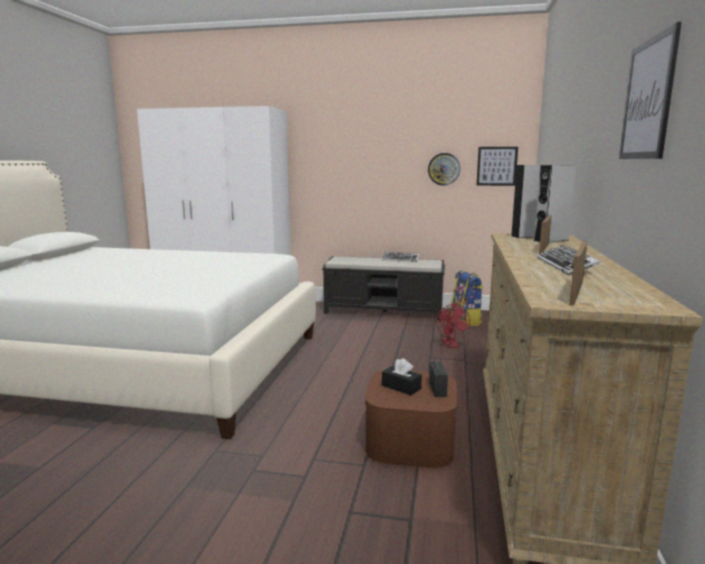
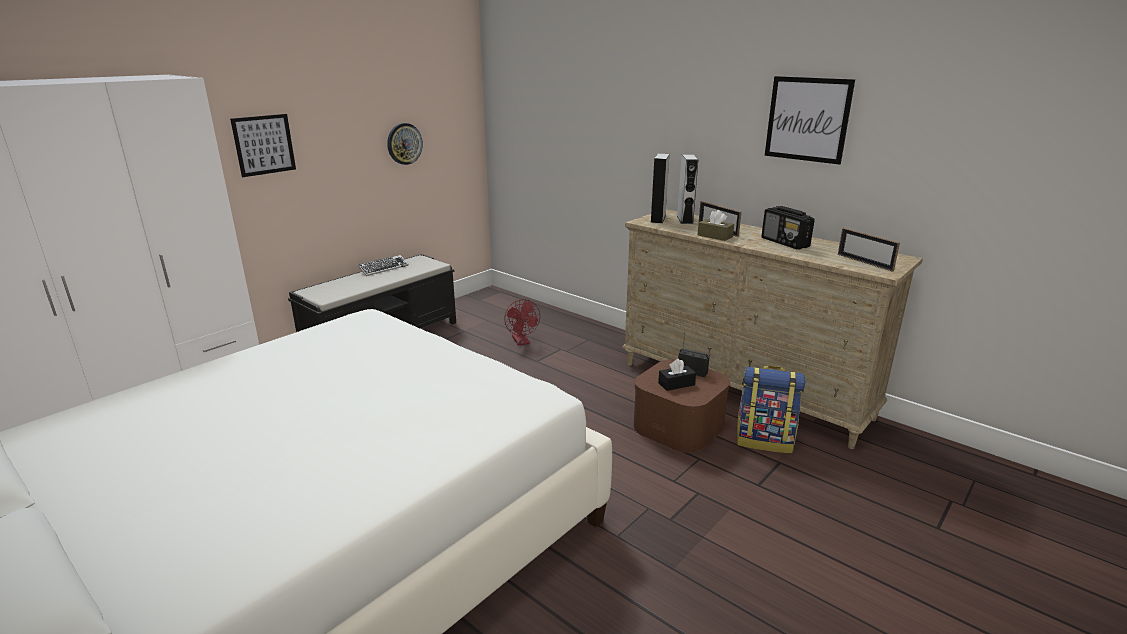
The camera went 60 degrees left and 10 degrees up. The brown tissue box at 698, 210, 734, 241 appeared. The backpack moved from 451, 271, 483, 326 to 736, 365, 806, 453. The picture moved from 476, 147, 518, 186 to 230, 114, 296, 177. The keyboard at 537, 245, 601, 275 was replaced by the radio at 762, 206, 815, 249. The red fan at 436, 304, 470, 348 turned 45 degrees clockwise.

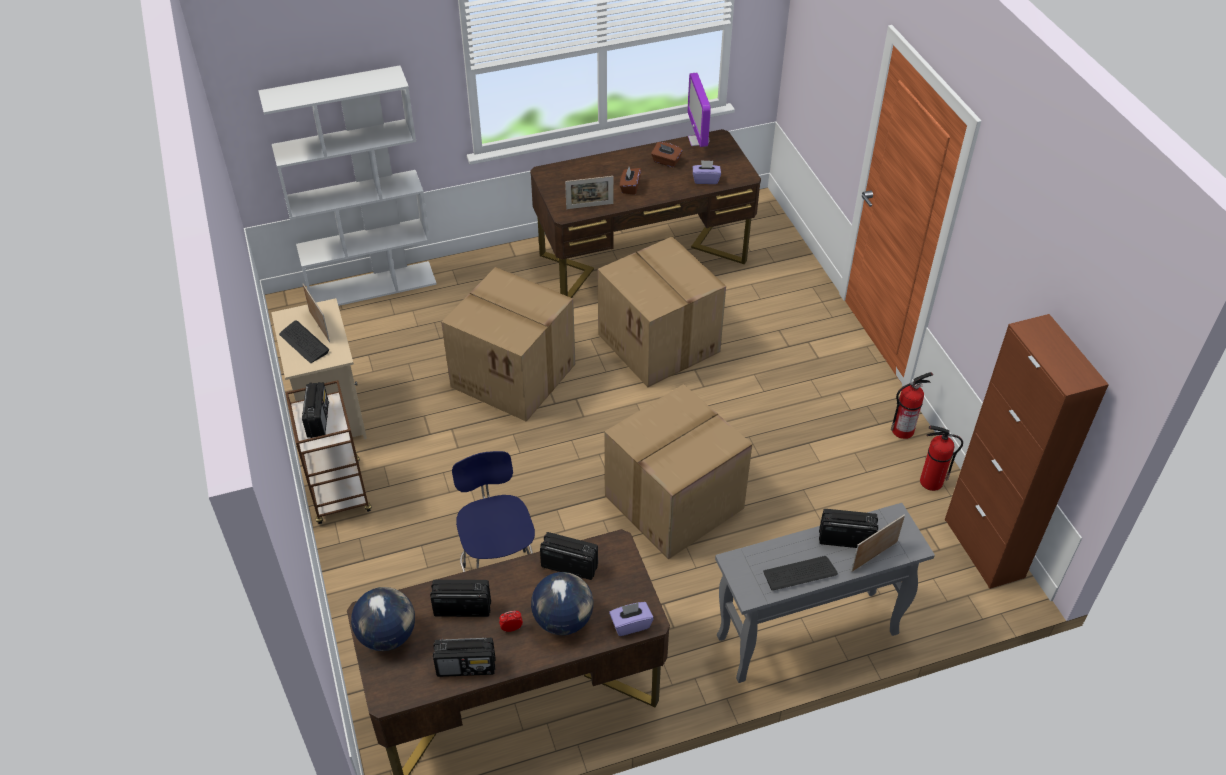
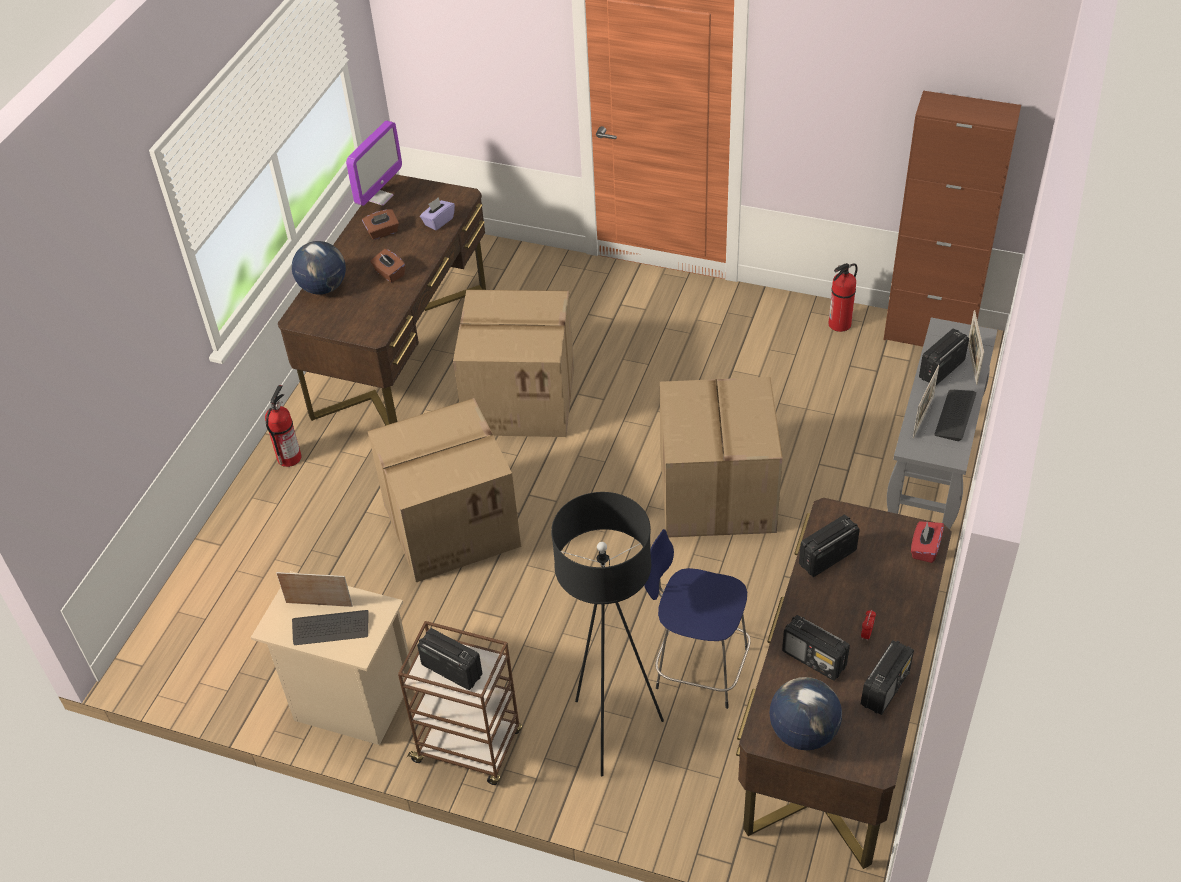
The camera went 50 degrees left and 0 degrees up. The white bookcase at 258, 65, 437, 306 disappeared. The black floor lamp at 551, 492, 664, 776 appeared. The globe moved from 531, 572, 593, 635 to 292, 241, 346, 294. The picture frame moved from 565, 176, 614, 209 to 913, 365, 939, 438. The fire extinguisher moved from 891, 372, 933, 439 to 265, 385, 302, 467. The purple tissue box at 609, 602, 653, 636 became the red tissue box at 911, 521, 944, 563. The radio at 430, 580, 491, 617 turned 90 degrees counterclockwise. The monitor at 688, 73, 711, 147 turned 90 degrees counterclockwise.

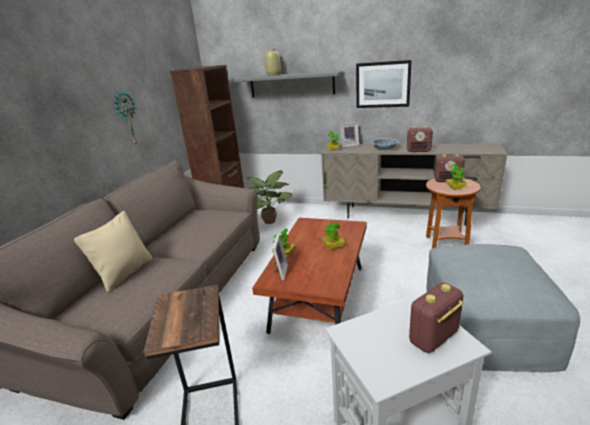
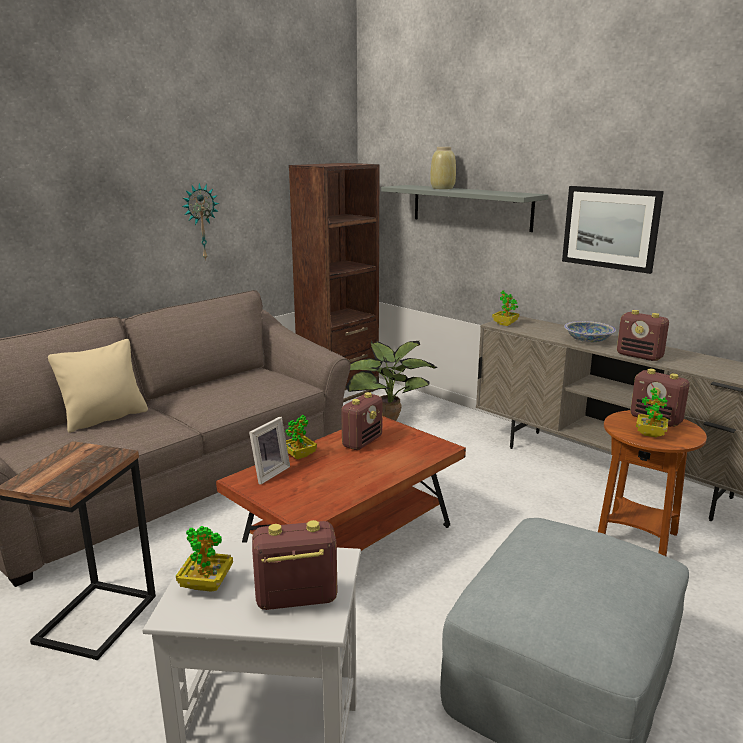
The camera went 25 degrees right and 5 degrees down. The picture frame at 340, 122, 359, 147 disappeared. The radio at 341, 392, 383, 450 appeared. The potted plant moved from 322, 222, 345, 249 to 176, 526, 233, 592.

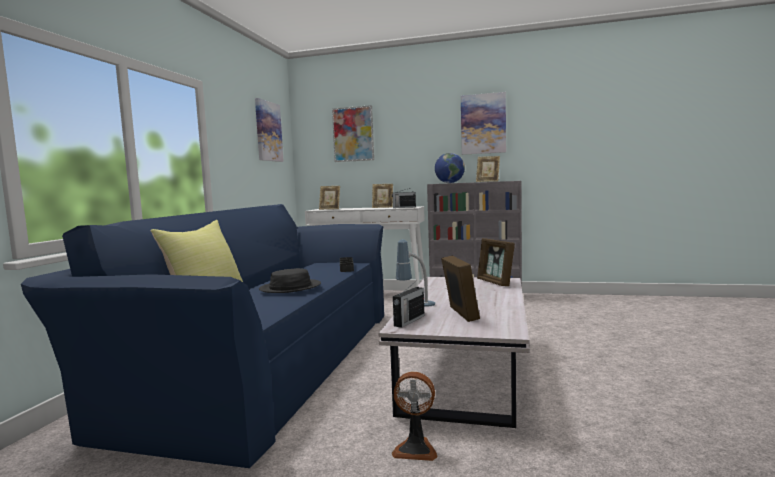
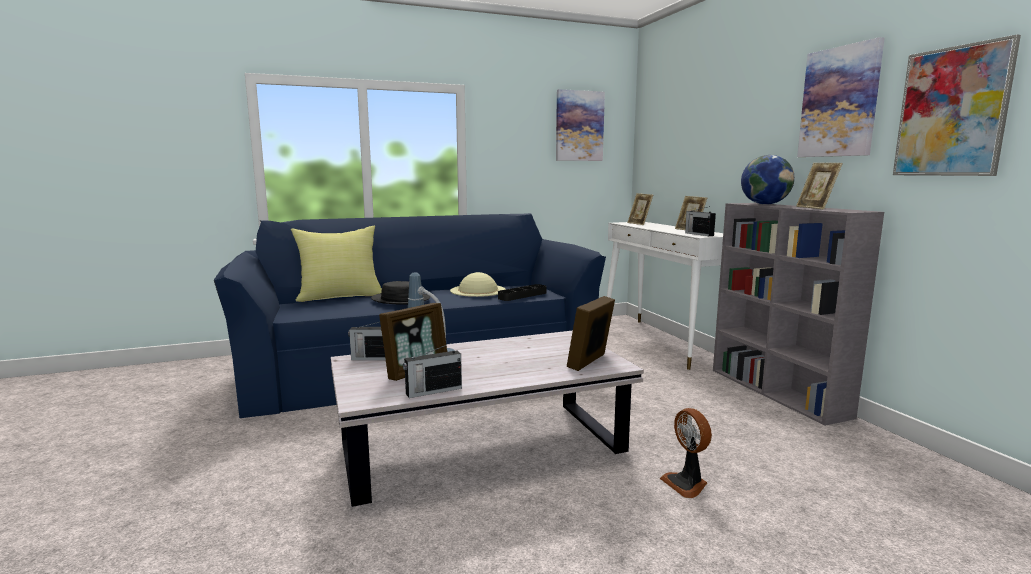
The camera went 55 degrees right and 5 degrees up. The radio at 403, 343, 462, 398 appeared. The beige hat at 450, 272, 506, 297 appeared. The picture moved from 332, 105, 374, 162 to 893, 34, 1021, 176. The fan moved from 392, 372, 437, 461 to 660, 408, 712, 498.

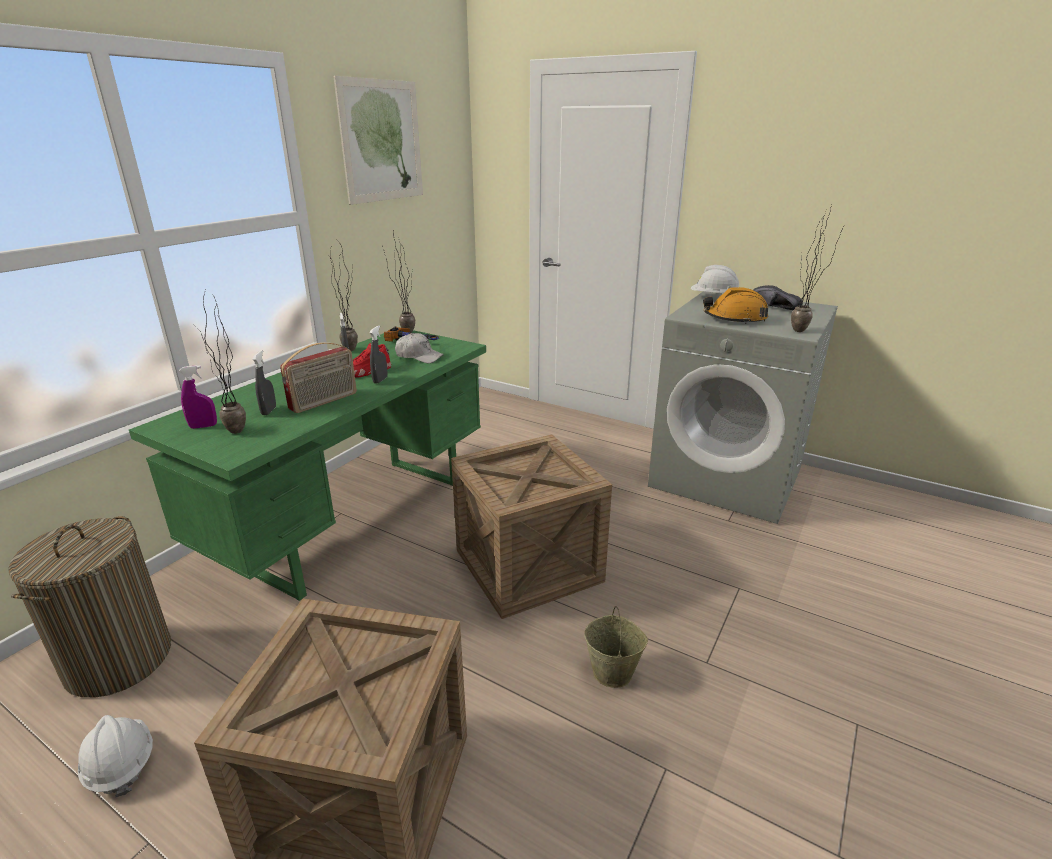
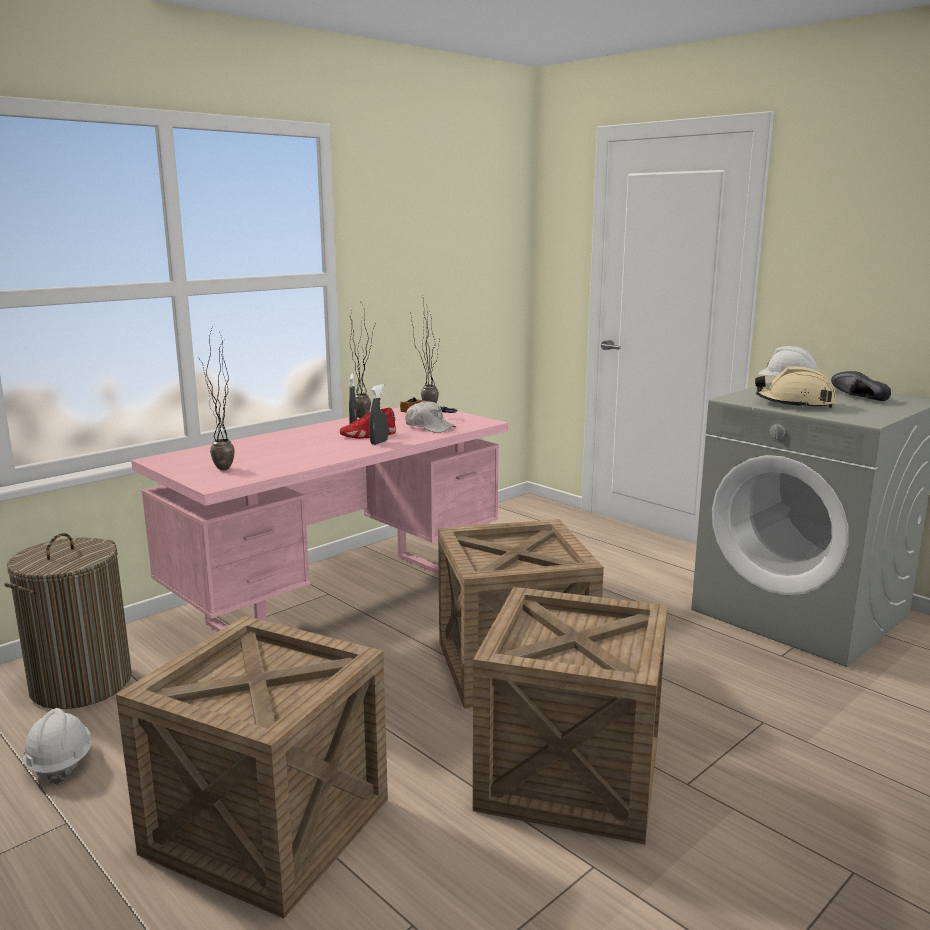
The camera went 15 degrees right and 10 degrees down. The purple spray bottle at 179, 365, 217, 429 disappeared. The grey spray bottle at 252, 350, 276, 415 disappeared. The radio at 280, 342, 357, 413 disappeared. The picture at 334, 76, 423, 205 disappeared. The potted plant at 791, 205, 844, 332 disappeared. The beige bucket at 584, 606, 648, 688 was replaced by the crate at 473, 587, 668, 844. The green desk at 129, 330, 486, 601 became the pink desk at 131, 407, 508, 632. The orange hard hat at 703, 287, 768, 324 became the beige hard hat at 755, 367, 836, 408.

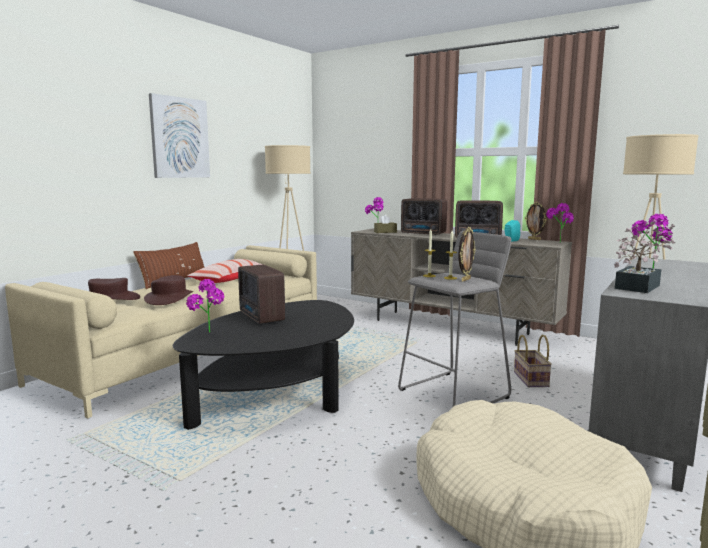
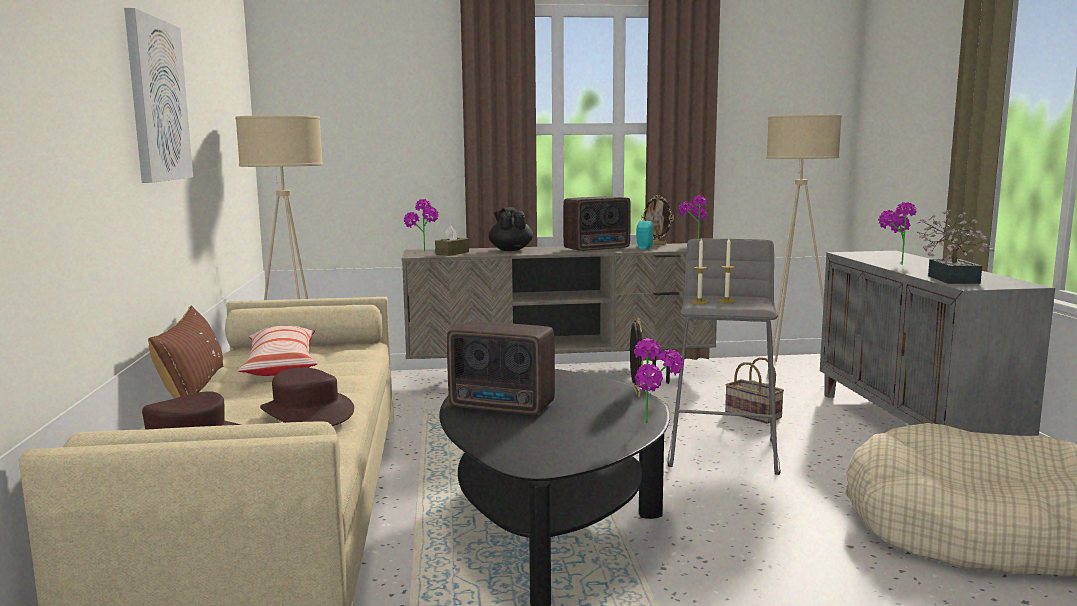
The camera went 40 degrees left and 0 degrees up. The potted plant moved from 186, 279, 224, 333 to 634, 338, 684, 423. The picture frame moved from 459, 227, 476, 282 to 630, 318, 643, 397. The radio at 401, 198, 447, 235 was replaced by the black teapot at 489, 207, 533, 251.

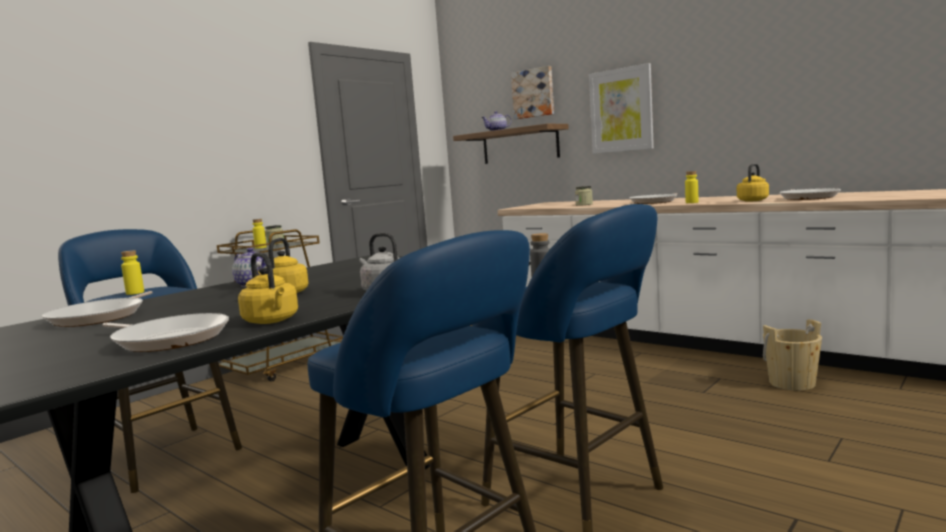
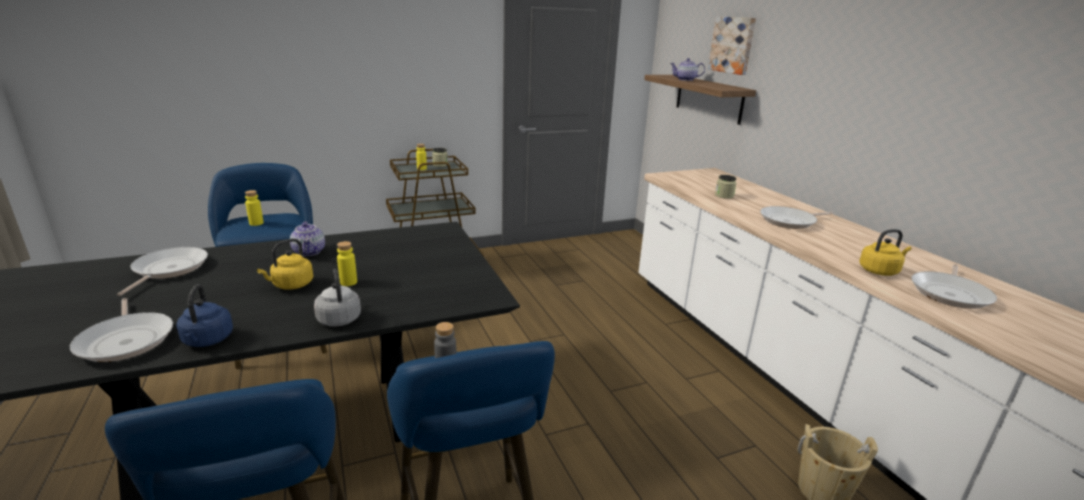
The camera went 25 degrees right and 15 degrees up. The picture at 589, 63, 654, 154 disappeared. The yellow bottle moved from 685, 171, 698, 203 to 337, 241, 357, 286. The yellow kettle at 238, 252, 298, 324 became the blue kettle at 177, 285, 233, 347. The frying pan at 42, 291, 153, 327 turned 150 degrees clockwise.

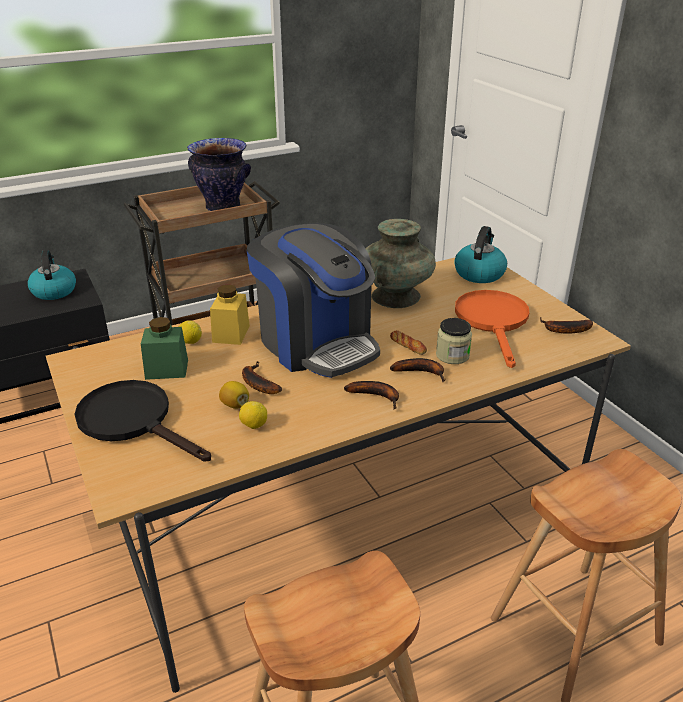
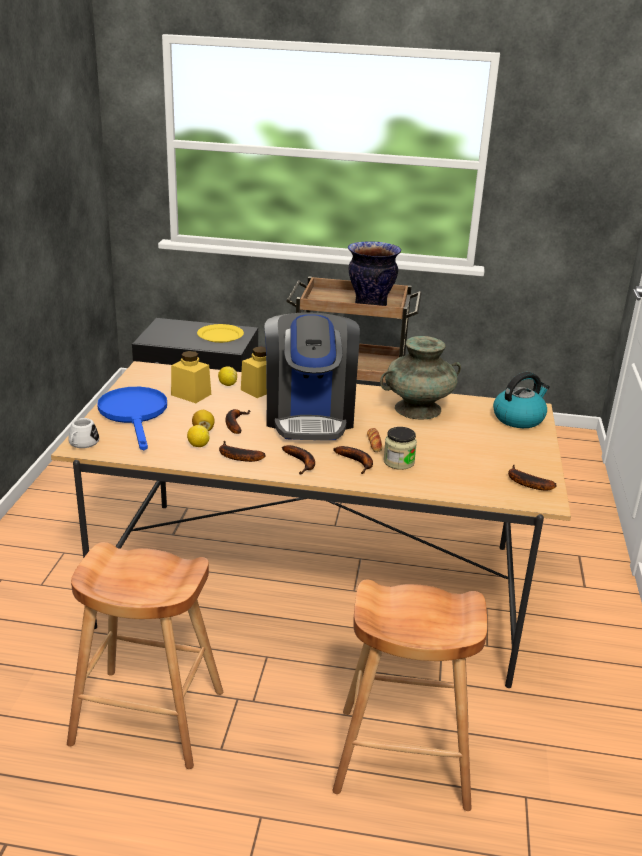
The camera went 35 degrees right and 5 degrees down. The orange frying pan at 455, 290, 530, 368 disappeared. The white mug at 68, 418, 99, 448 appeared. The banana at 219, 441, 265, 462 appeared. The kettle at 27, 250, 76, 300 was replaced by the yellow plate at 197, 324, 244, 343. The black frying pan at 74, 380, 211, 462 became the blue frying pan at 97, 387, 167, 450. The green jar at 141, 317, 188, 380 became the yellow jar at 171, 351, 211, 403.

